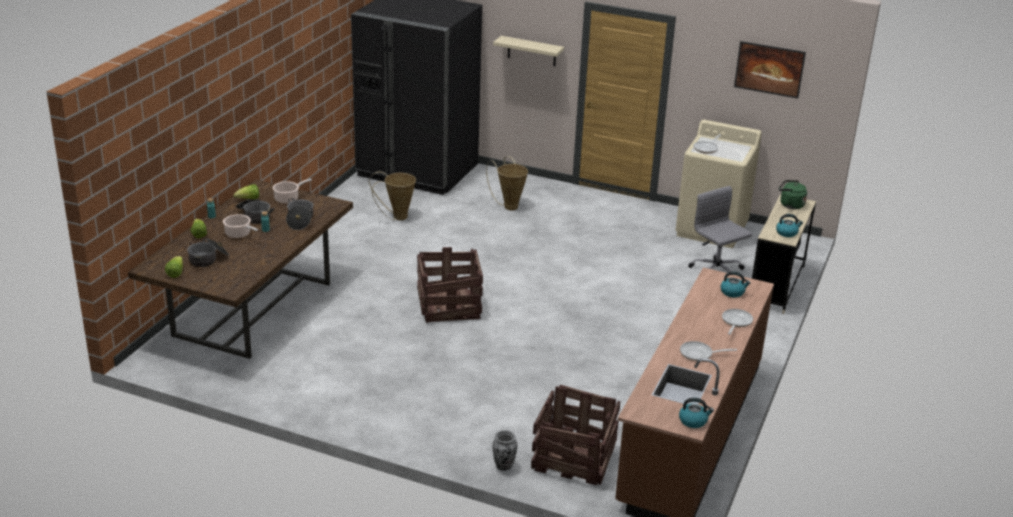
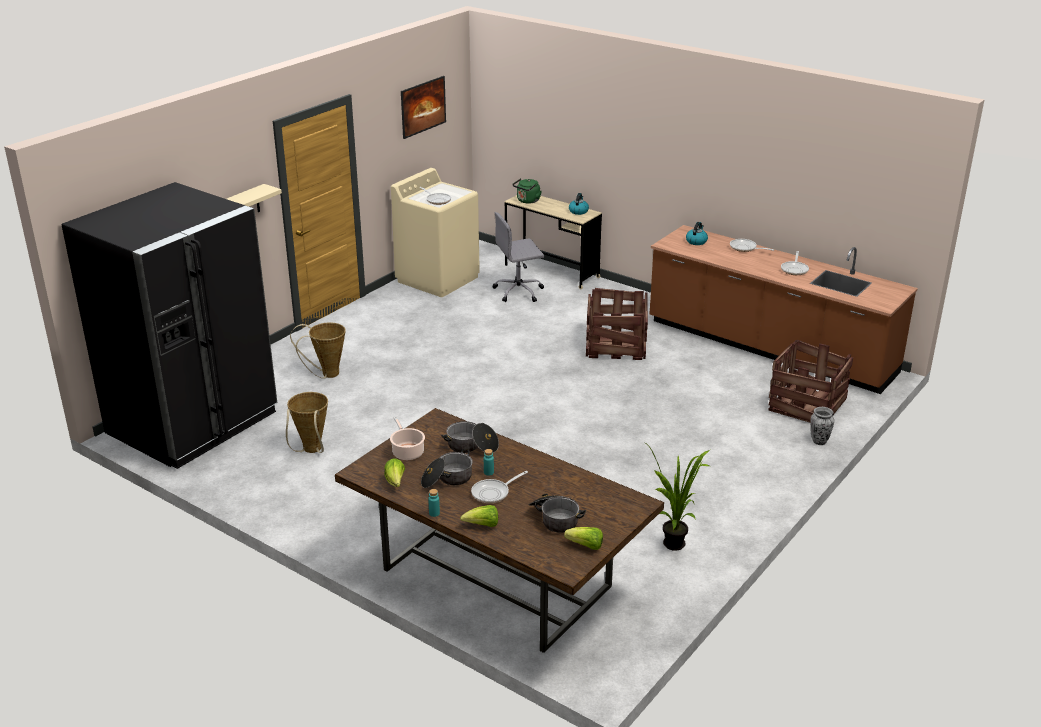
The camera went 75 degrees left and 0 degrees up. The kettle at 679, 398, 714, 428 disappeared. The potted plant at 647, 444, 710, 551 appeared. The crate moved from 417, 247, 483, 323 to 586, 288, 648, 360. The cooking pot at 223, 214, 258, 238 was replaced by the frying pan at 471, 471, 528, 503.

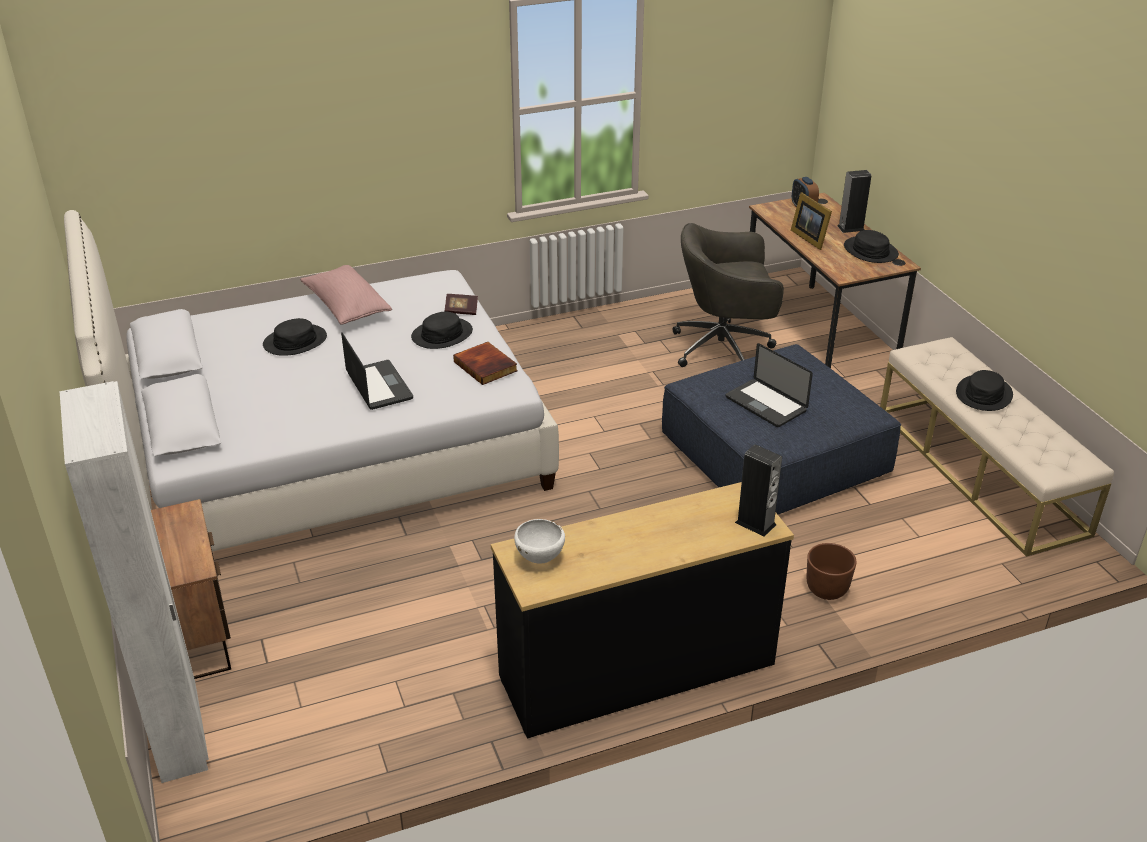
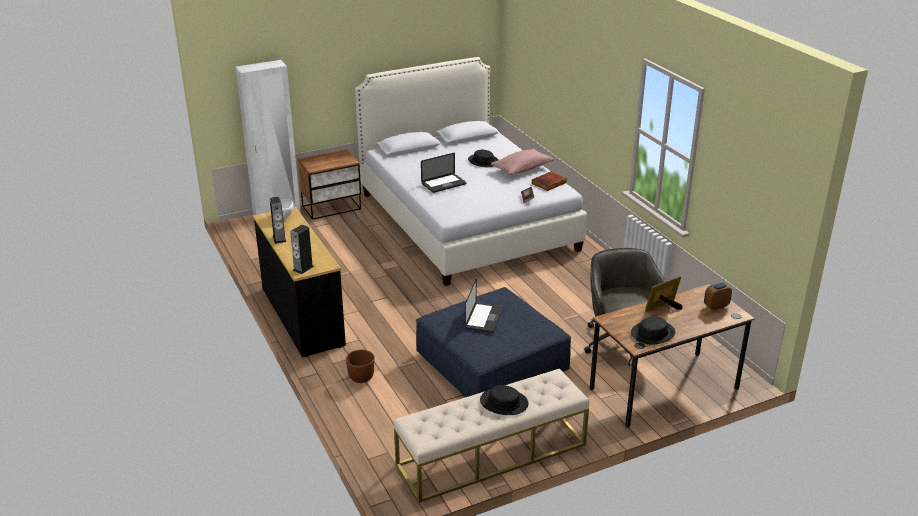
The camera went 85 degrees right and 5 degrees down. The black hat at 411, 312, 473, 349 disappeared. The book moved from 453, 342, 518, 385 to 532, 172, 567, 191. The speaker moved from 837, 170, 871, 233 to 269, 197, 286, 244. The laptop at 725, 343, 813, 427 turned 150 degrees clockwise.

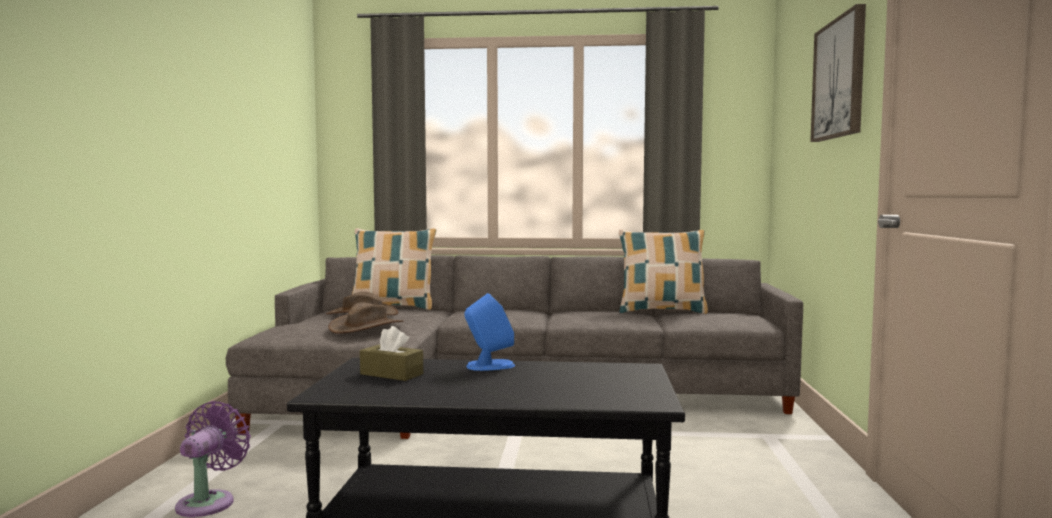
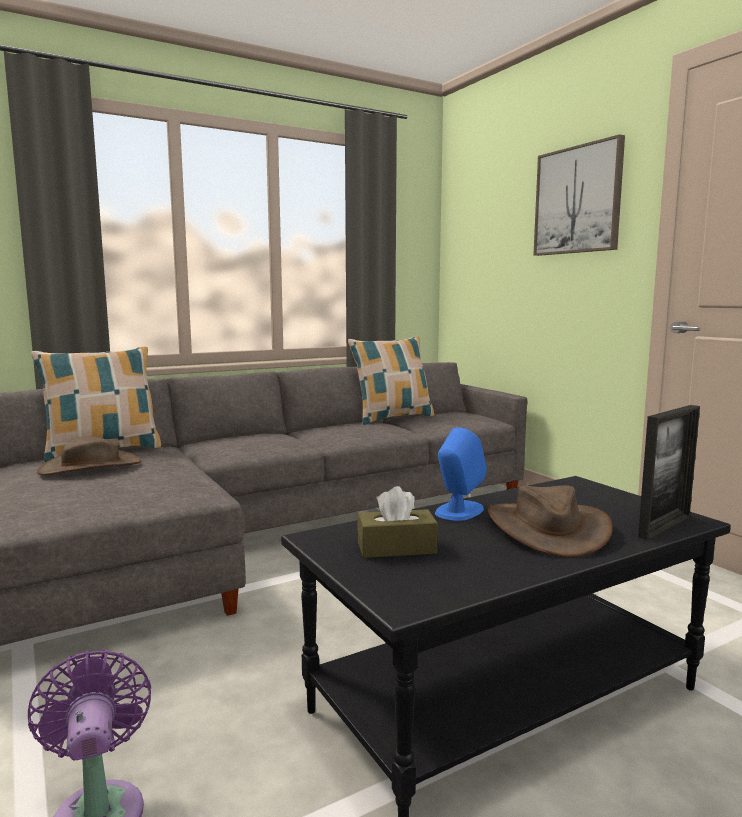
The camera went 35 degrees left and 5 degrees up. The picture frame at 638, 405, 700, 540 appeared. The brown hat moved from 328, 302, 404, 334 to 488, 485, 613, 558.

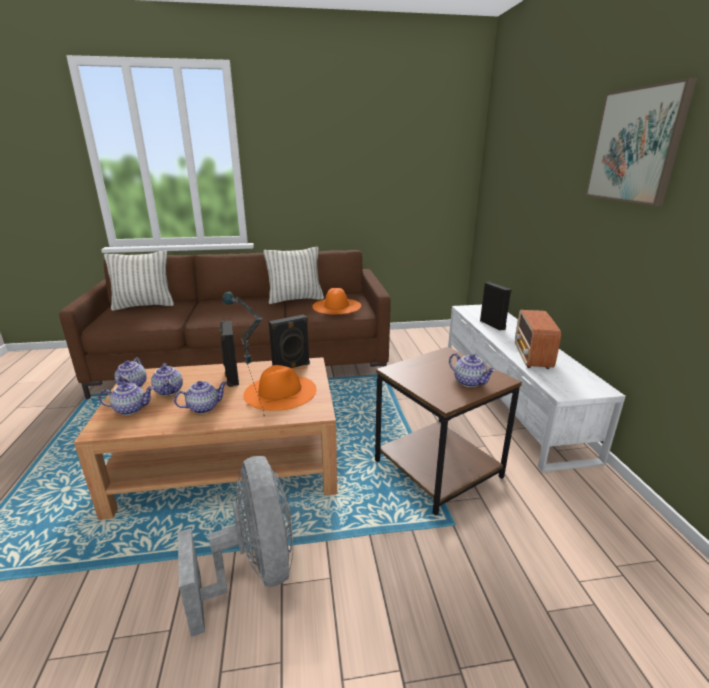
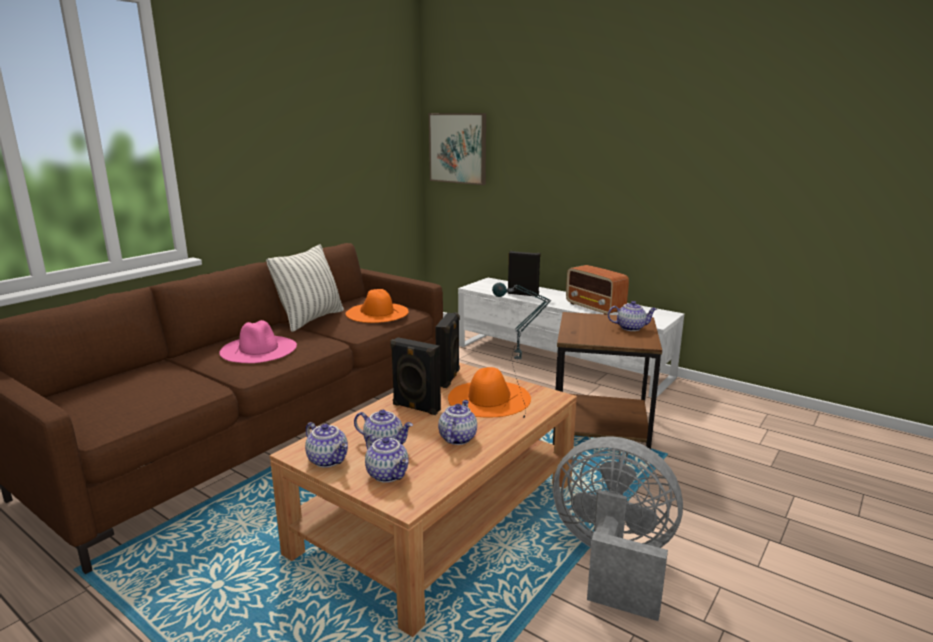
The camera went 45 degrees left and 5 degrees down. The pillow at 104, 250, 174, 311 disappeared. The pink hat at 219, 320, 297, 363 appeared. The picture moved from 585, 78, 697, 206 to 429, 113, 486, 185. The teapot at 99, 382, 154, 415 turned 105 degrees clockwise.

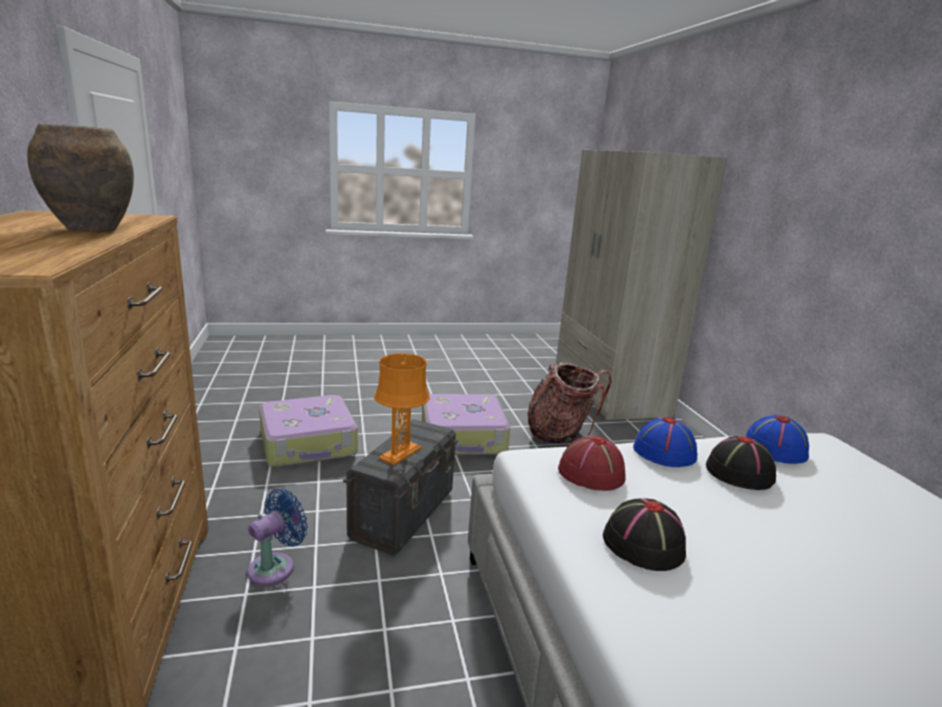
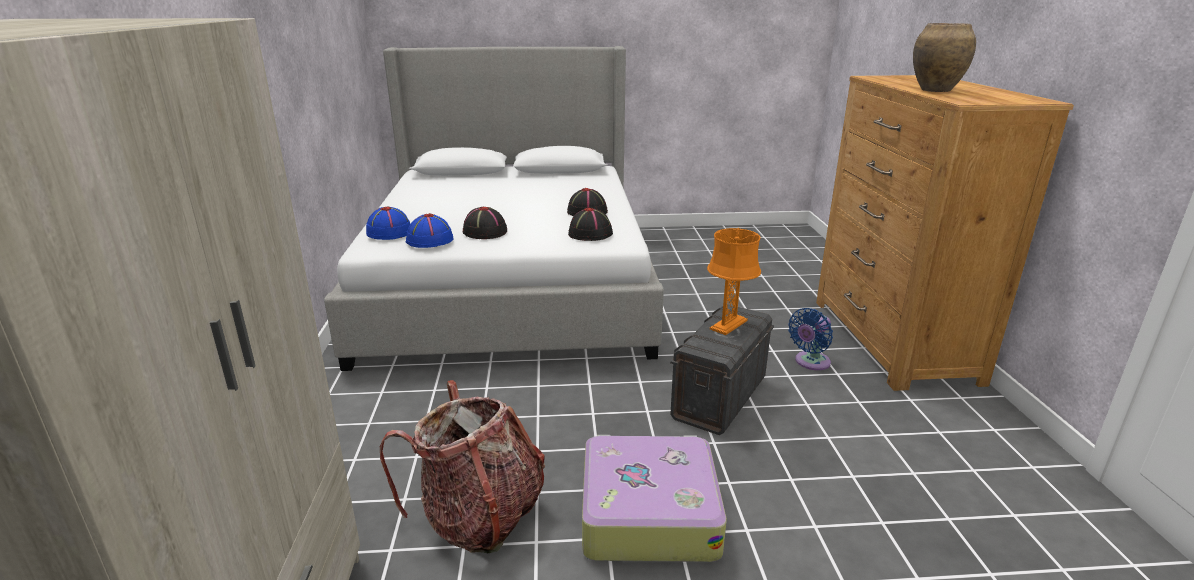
The camera went 170 degrees left and 5 degrees up. The suitcase at 259, 395, 358, 467 disappeared. The blue hat moved from 633, 417, 698, 467 to 366, 206, 410, 240. The red hat at 558, 436, 626, 491 became the black hat at 568, 208, 613, 241.

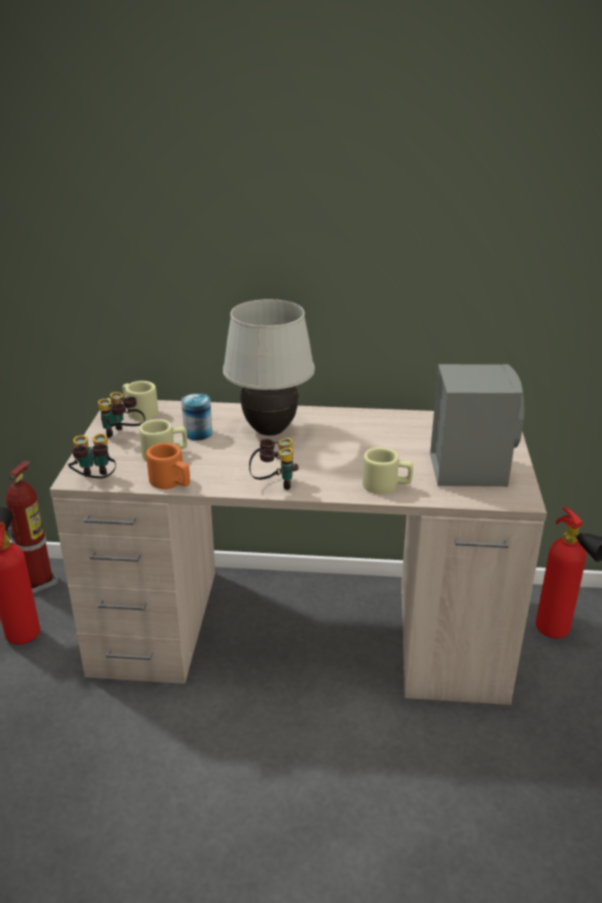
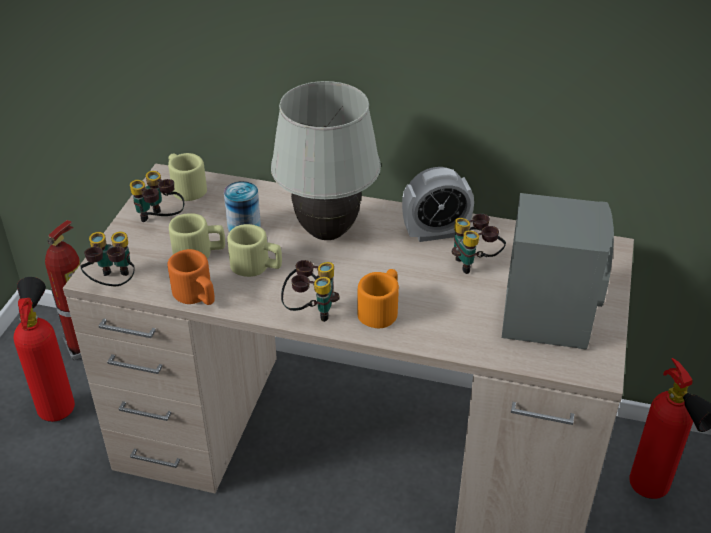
The camera went 10 degrees right and 10 degrees up. The orange mug at 358, 269, 399, 328 appeared. The alarm clock at 402, 167, 474, 242 appeared. The binoculars at 452, 213, 506, 274 appeared. The beige mug moved from 363, 447, 413, 494 to 227, 224, 282, 277.

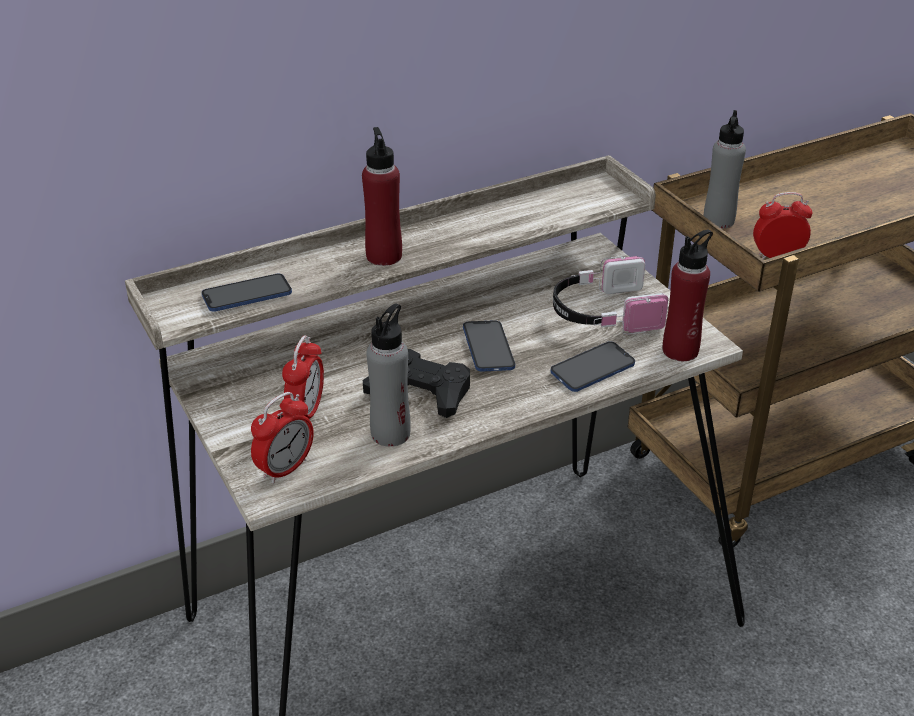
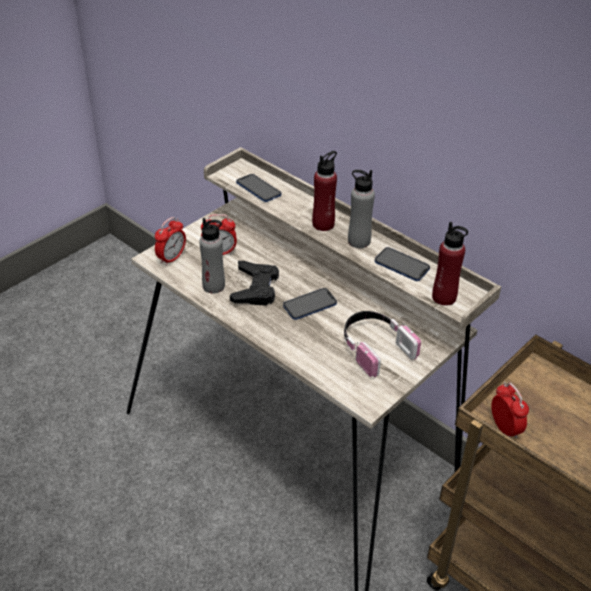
The camera went 70 degrees right and 5 degrees up. The phone moved from 550, 341, 635, 392 to 375, 247, 430, 281. The red bottle moved from 663, 230, 713, 361 to 432, 222, 468, 306. The grey bottle moved from 704, 110, 746, 229 to 348, 170, 375, 248. The alarm clock at 251, 392, 314, 484 turned 75 degrees counterclockwise.

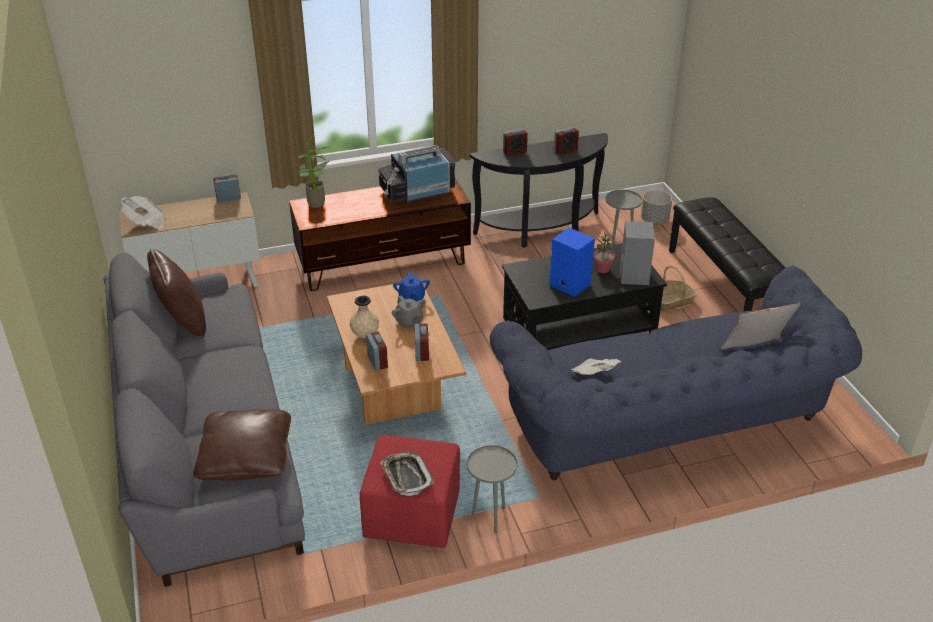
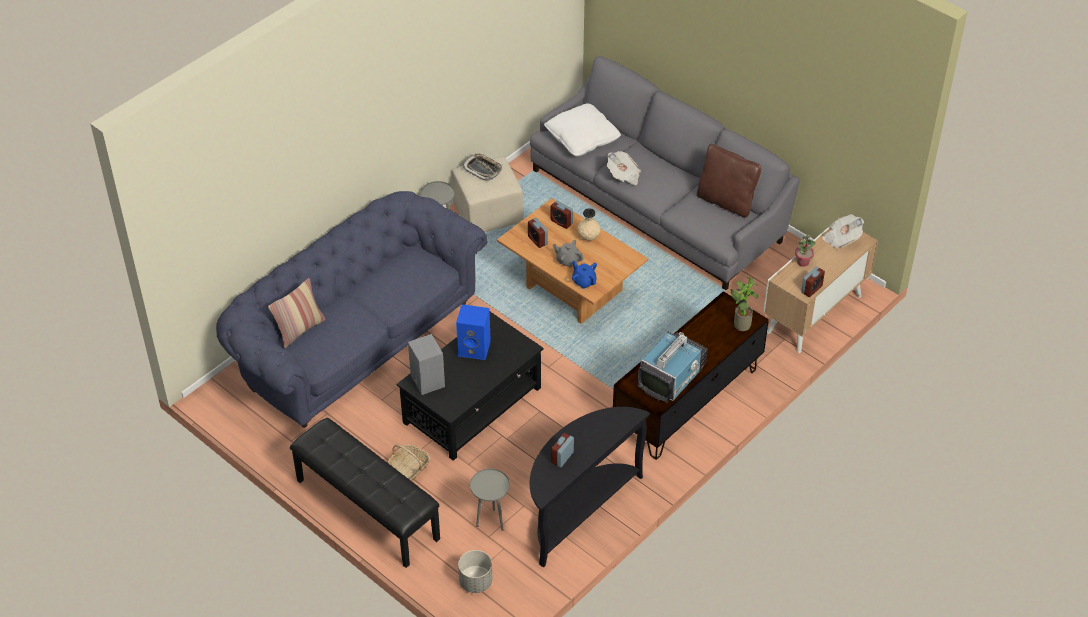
The camera went 150 degrees right and 10 degrees up. The alarm clock at 503, 129, 528, 156 disappeared. The newspaper moved from 571, 359, 622, 375 to 607, 151, 641, 185. The potted plant moved from 593, 232, 615, 273 to 795, 235, 816, 267. The brown pillow at 193, 409, 291, 481 became the white pillow at 544, 104, 621, 156. The red ottoman at 360, 435, 460, 548 became the beige ottoman at 452, 156, 524, 232.

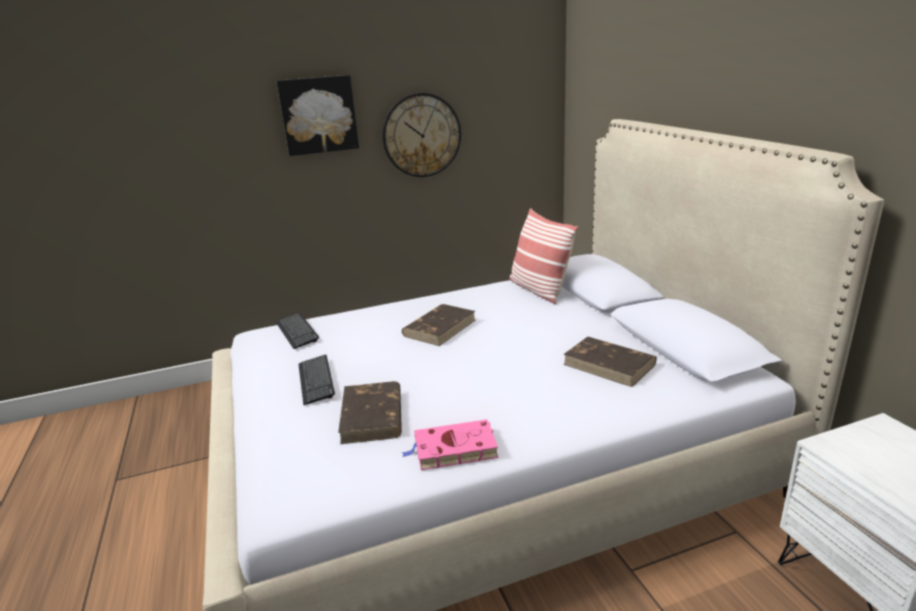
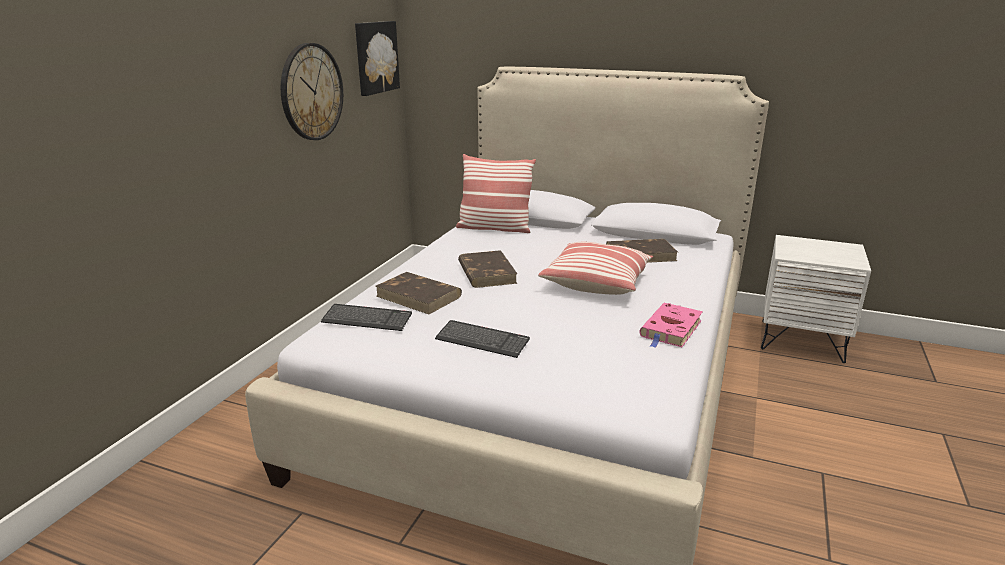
The camera went 50 degrees left and 0 degrees up. The pillow at 538, 242, 653, 295 appeared. The picture moved from 276, 75, 359, 156 to 355, 21, 400, 96. The brown book moved from 338, 381, 402, 444 to 375, 272, 462, 314.

